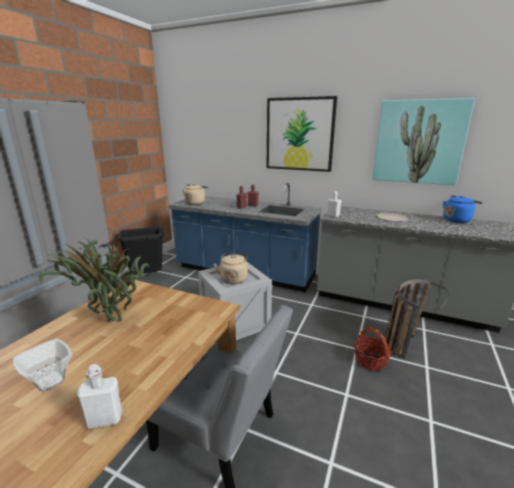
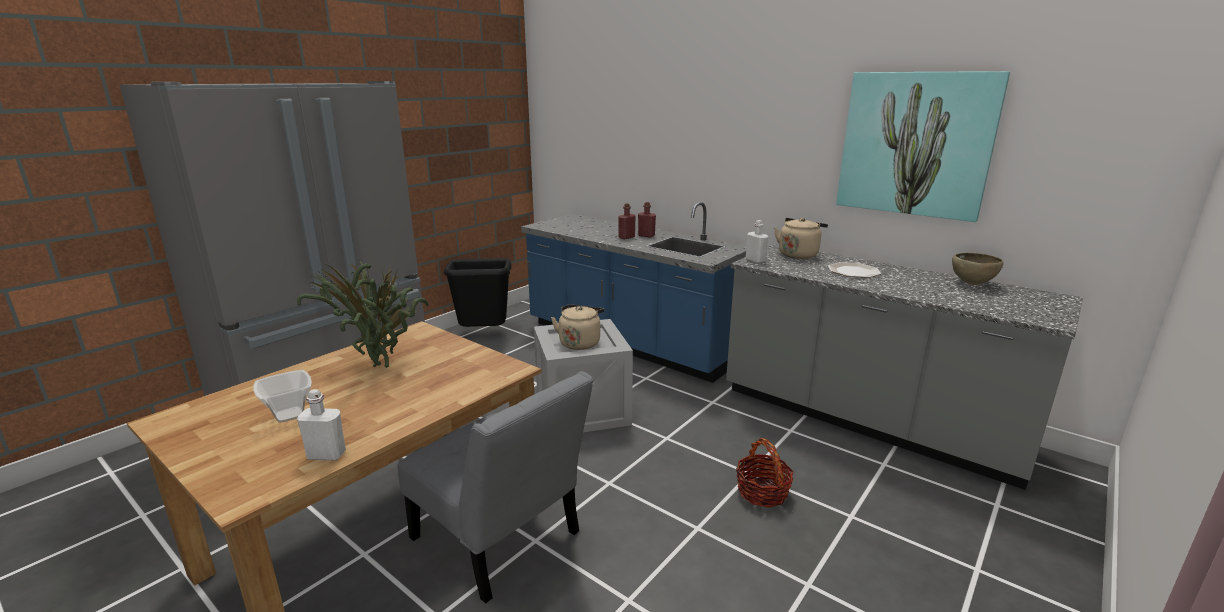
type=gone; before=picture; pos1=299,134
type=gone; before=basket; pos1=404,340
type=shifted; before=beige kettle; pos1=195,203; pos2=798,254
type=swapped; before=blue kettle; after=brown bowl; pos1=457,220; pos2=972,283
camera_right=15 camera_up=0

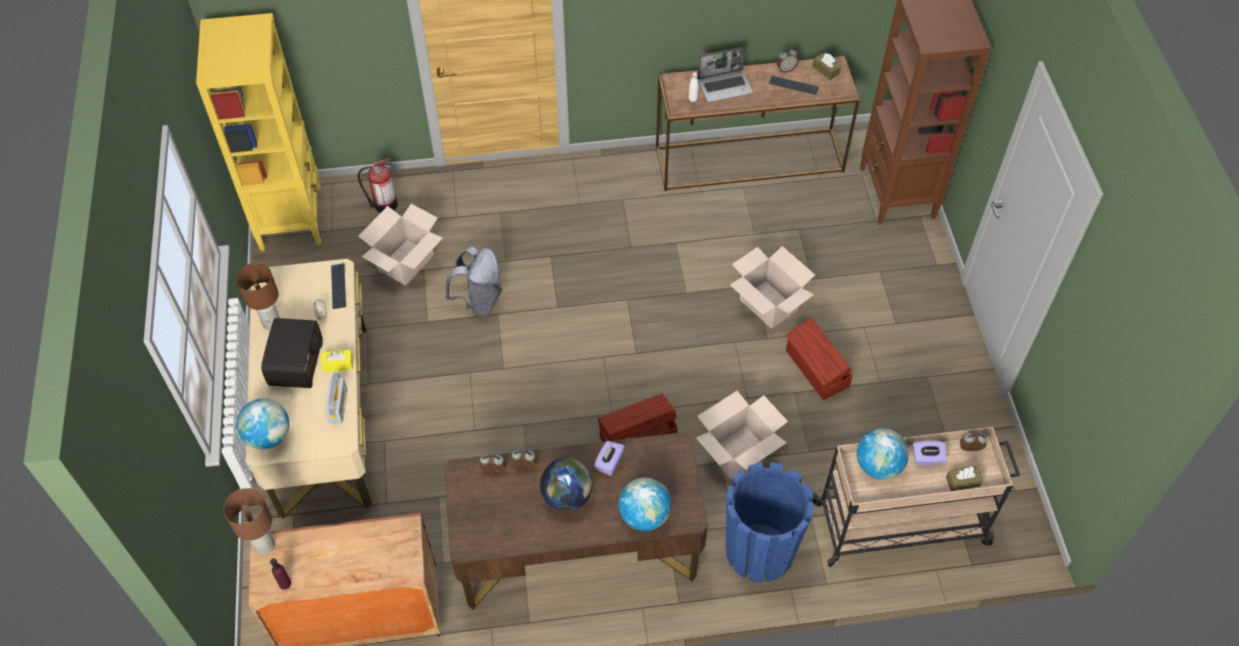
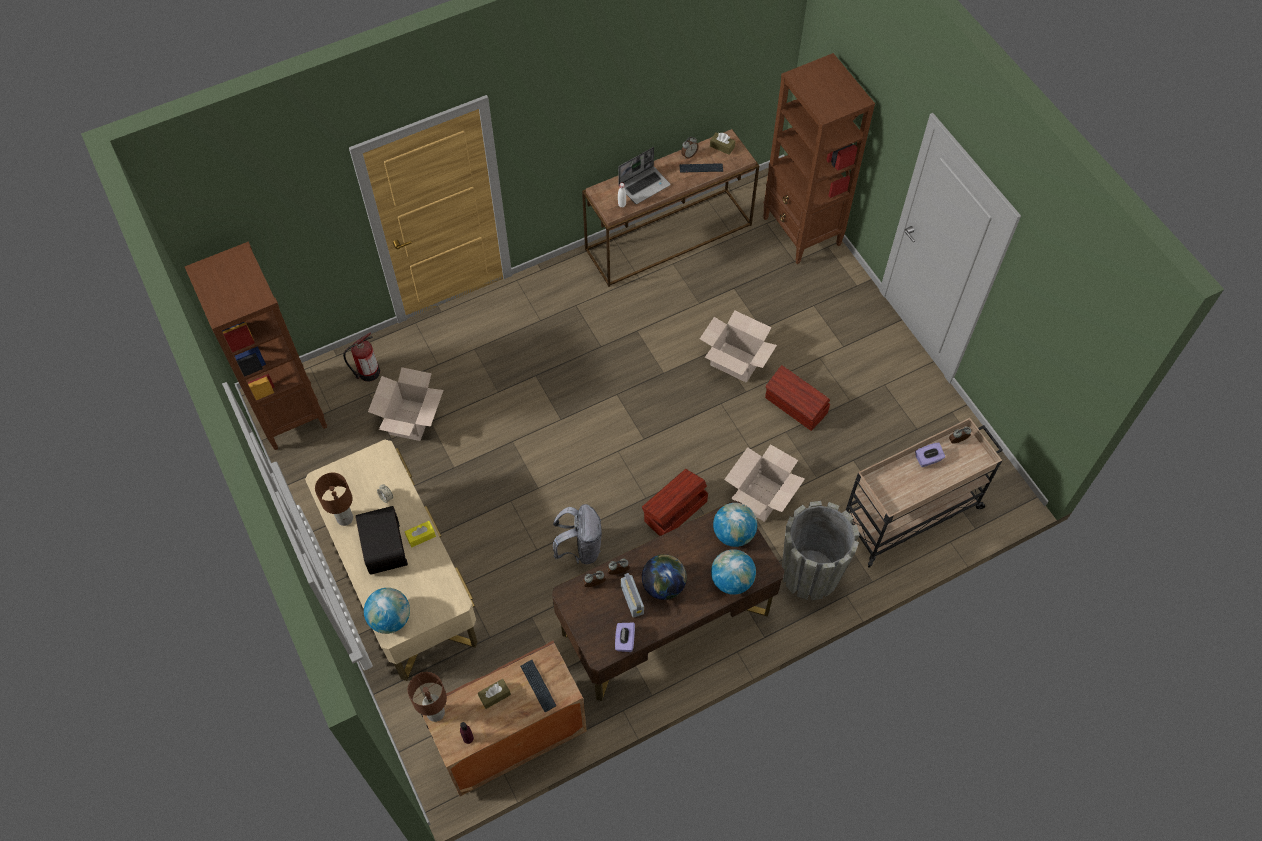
type=shifted; before=radio; pos1=338,406; pos2=632,600
type=shifted; before=keyboard; pos1=338,286; pos2=538,686
type=shifted; before=grey backpack; pos1=479,301; pos2=580,548
type=shifted; before=purple tissue box; pos1=609,463; pos2=624,641
type=shifted; before=globe; pos1=878,466; pos2=733,533
type=shifted; before=brown tissue box; pos1=963,481; pos2=494,695
type=repainted; before=yellow bookcase; after=brown bookcase; pos1=291,218; pos2=288,410
type=repainted; before=blue planter; after=grey planter; pos1=759,551; pos2=810,573
camera_right=-20 camera_up=5

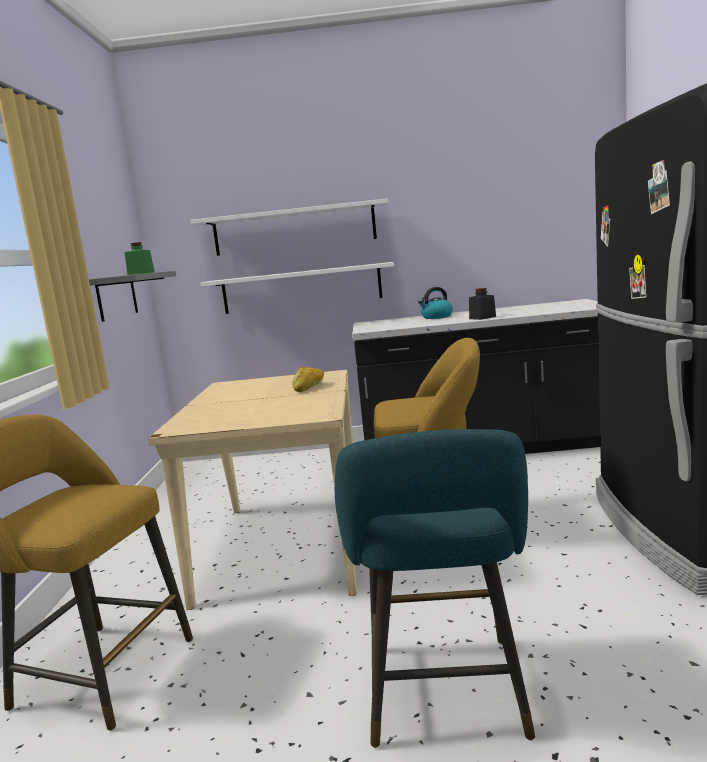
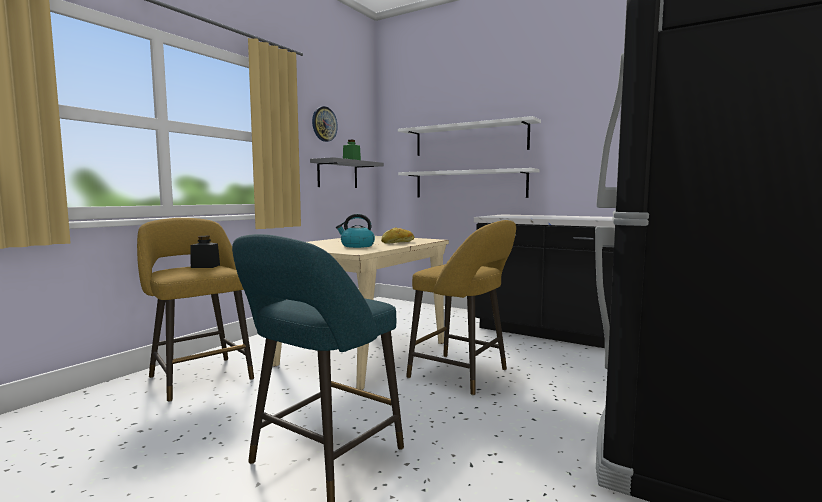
type=new; after=wall clock; pos2=324,124
type=shifted; before=kettle; pos1=436,317; pos2=357,246
type=shifted; before=black jar; pos1=482,318; pos2=205,266
camera_right=30 camera_up=-5

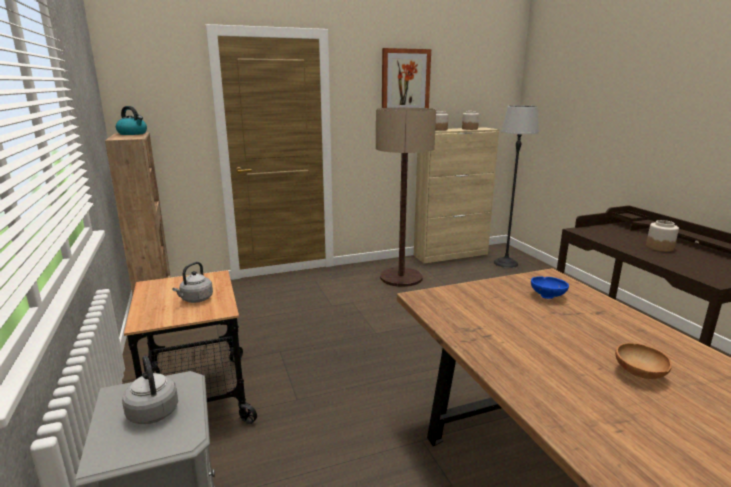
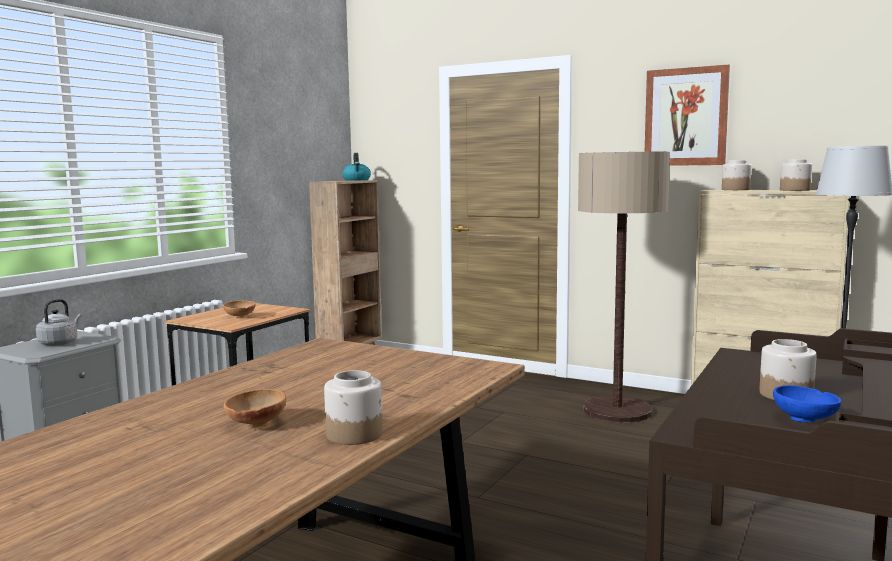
type=new; after=jar; pos2=355,434
type=shifted; before=blue bowl; pos1=548,296; pos2=806,420
type=swapped; before=grey kettle; after=brown bowl; pos1=195,299; pos2=239,317
camera_right=50 camera_up=-10

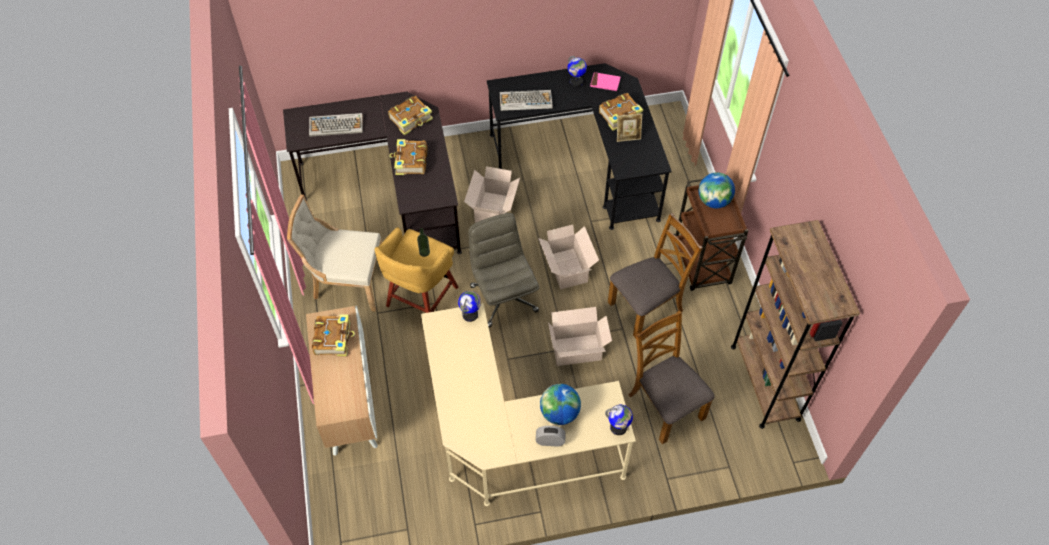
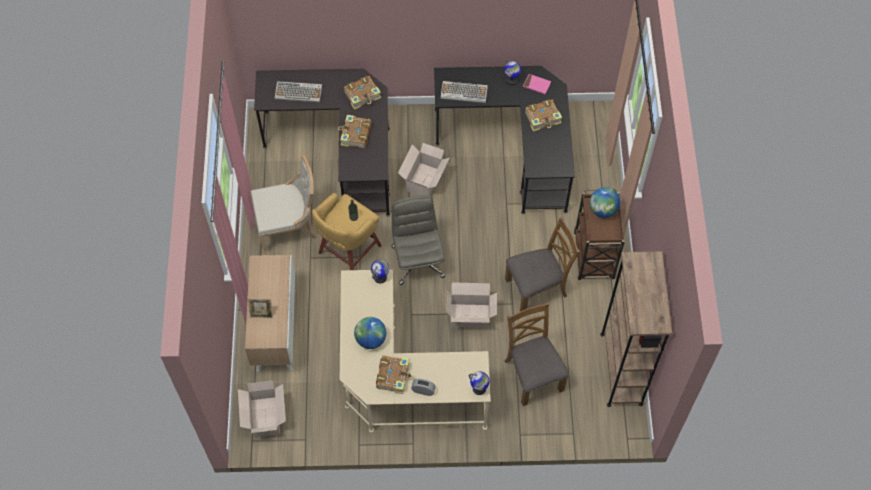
type=shifted; before=book; pos1=333,338; pos2=393,376
type=shifted; before=cardboard box; pos1=567,270; pos2=265,418
type=shifted; before=globe; pos1=559,413; pos2=370,339
type=shifted; before=picture frame; pos1=628,137; pos2=262,313
type=rotated; before=beige chair; pos1=346,283; pos2=289,227; turn=150
camera_right=10 camera_up=5

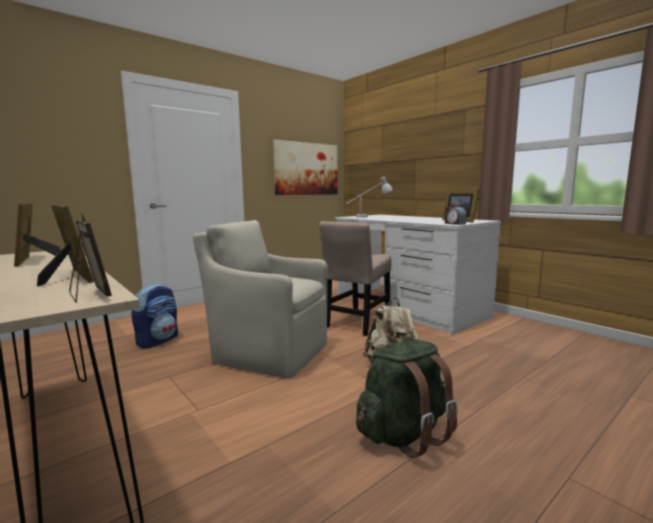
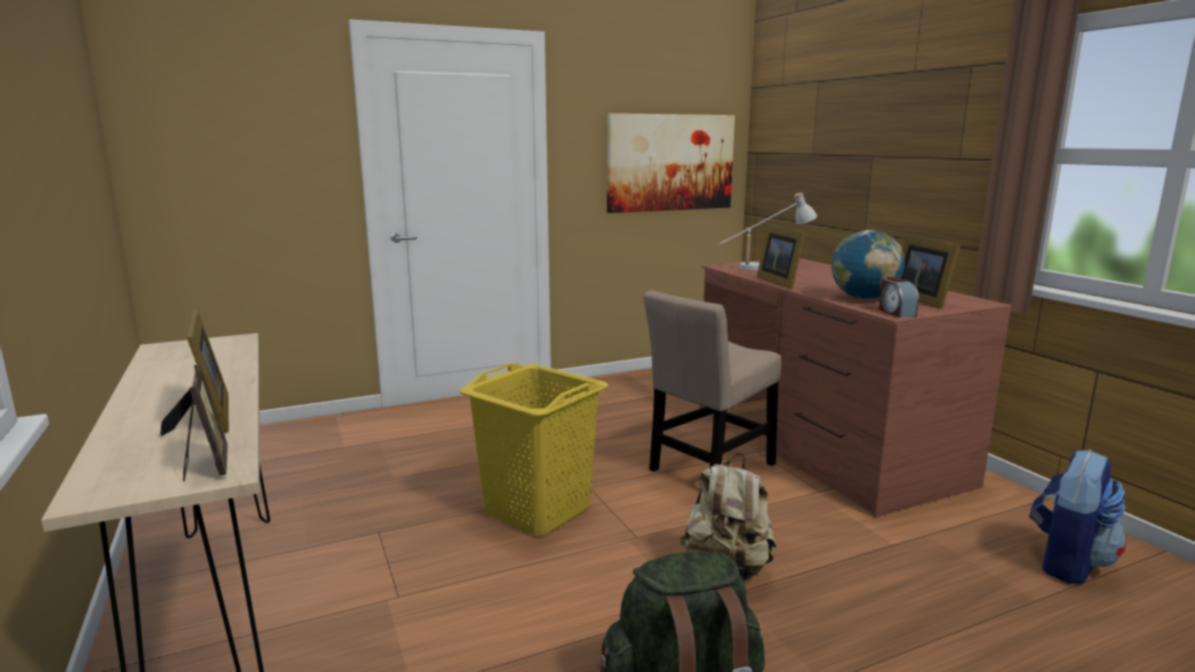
type=new; after=globe; pos2=863,298
type=shifted; before=picture frame; pos1=34,260; pos2=780,282
type=shifted; before=backpack; pos1=158,340; pos2=1067,562
type=swapped; before=beige armchair; after=yellow laundry basket; pos1=269,352; pos2=537,509
type=repainted; before=white desk; after=brown desk; pos1=408,307; pos2=822,444
camera_right=15 camera_up=5

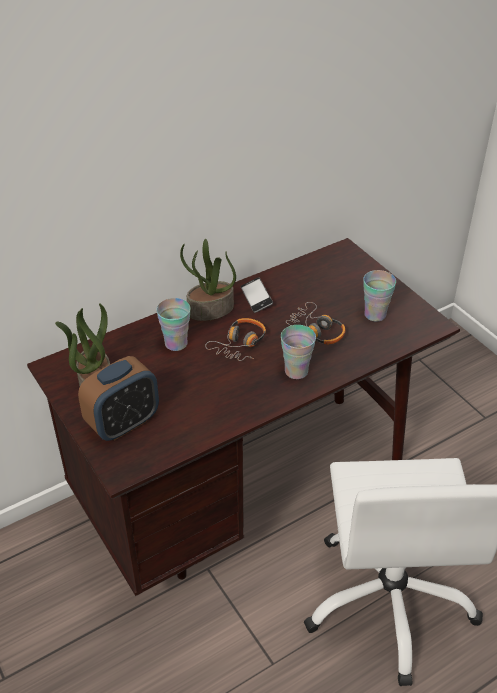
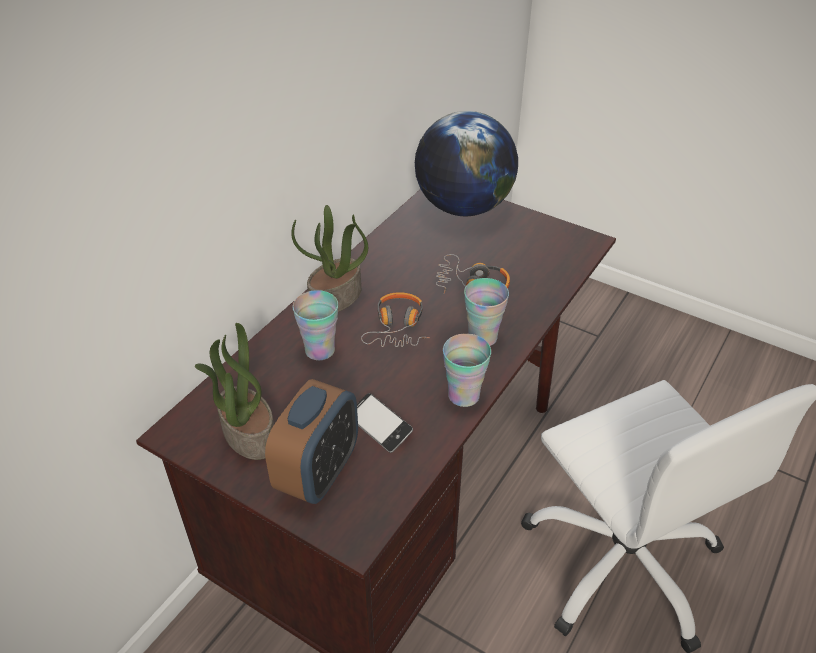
type=new; after=globe; pos2=463,207
type=shifted; before=phone; pos1=256,298; pos2=379,426
type=shifted; before=cup; pos1=375,314; pos2=463,395
camera_right=-25 camera_up=0

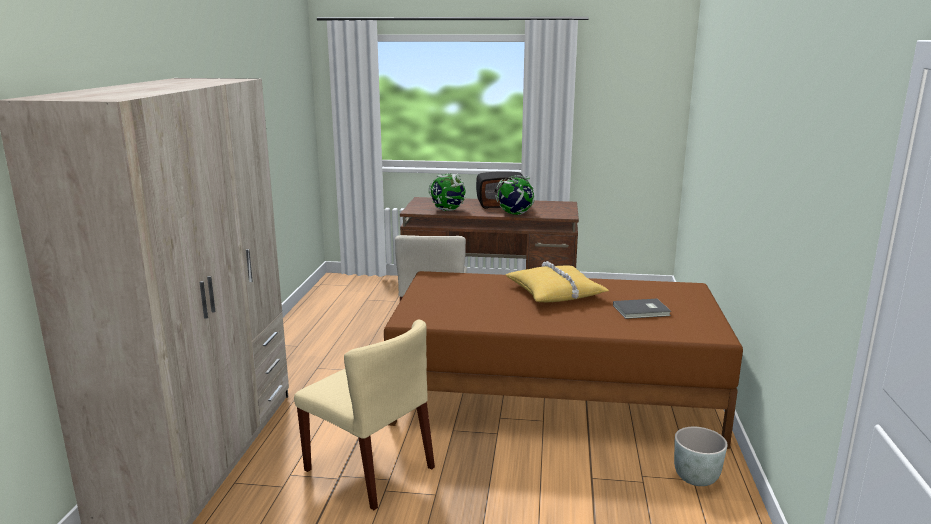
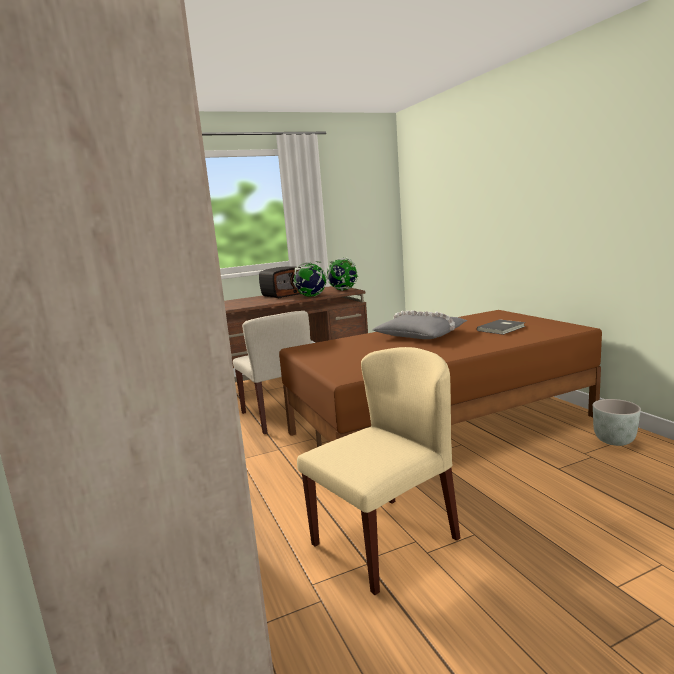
type=shifted; before=globe; pos1=447,210; pos2=343,290
type=repainted; before=yellow pillow; after=grey pillow; pos1=555,292; pos2=421,334
type=rotated; before=beige chair; pos1=370,469; pos2=385,540; turn=-45
camera_right=-30 camera_up=-5

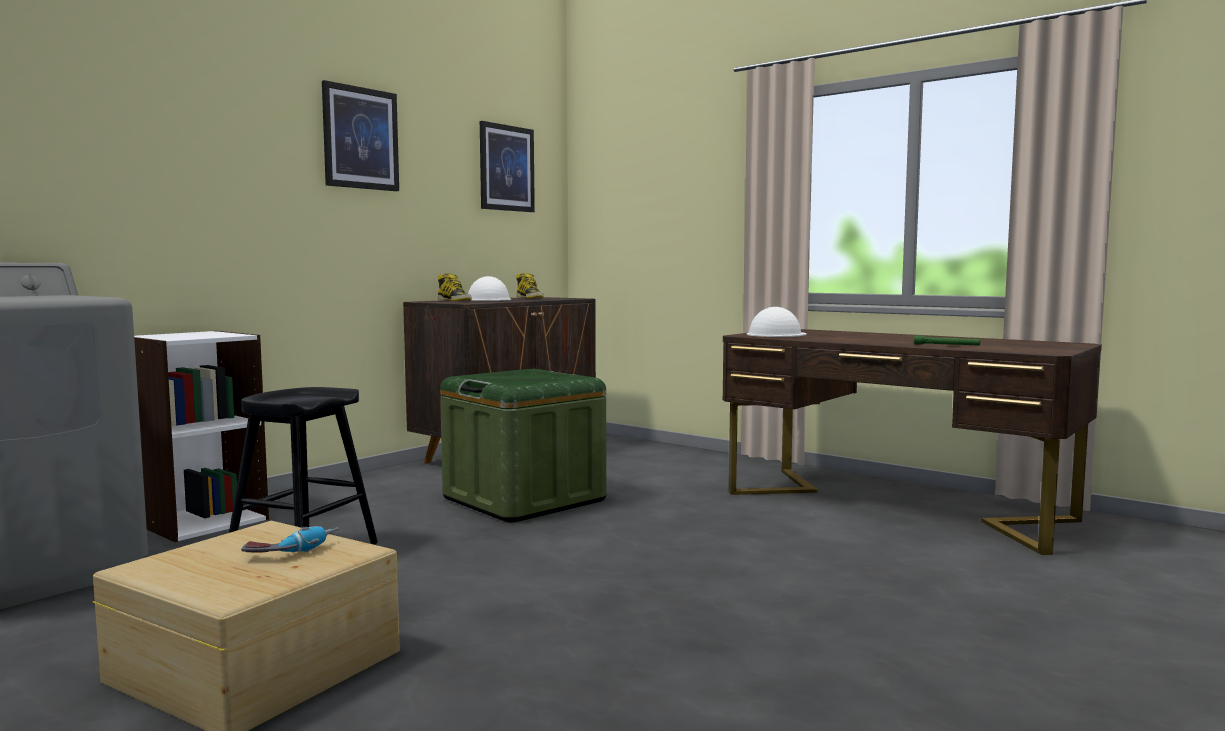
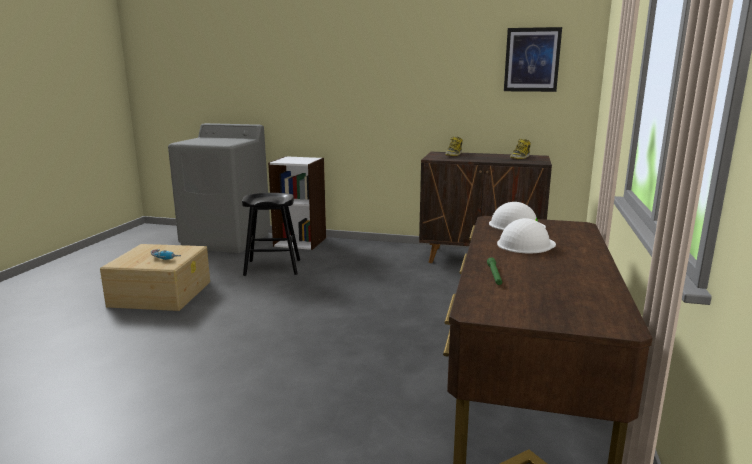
type=gone; before=picture; pos1=360,138
type=gone; before=green storage box; pos1=524,499
type=shifted; before=white hard hat; pos1=488,299; pos2=525,244
camera_right=65 camera_up=10

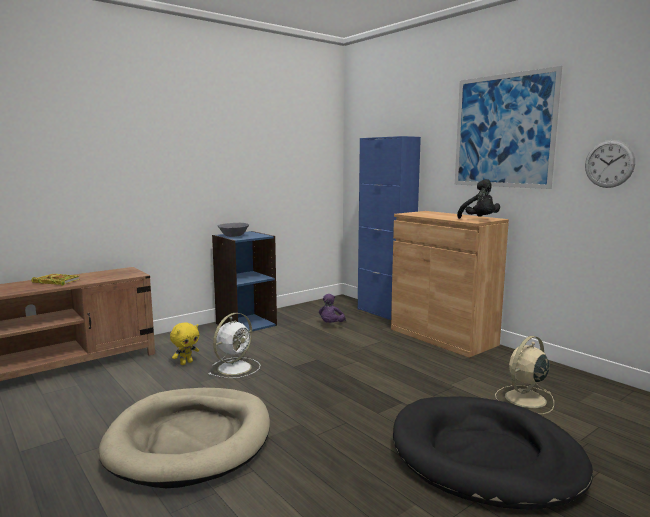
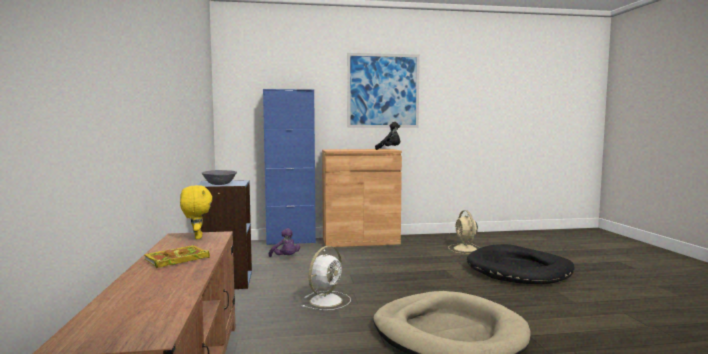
type=gone; before=wall clock; pos1=609,164
type=shifted; before=yellow plush toy; pos1=186,363; pos2=197,237
type=rotated; before=white fan; pos1=235,367; pos2=327,300; turn=60
camera_right=-60 camera_up=-5

